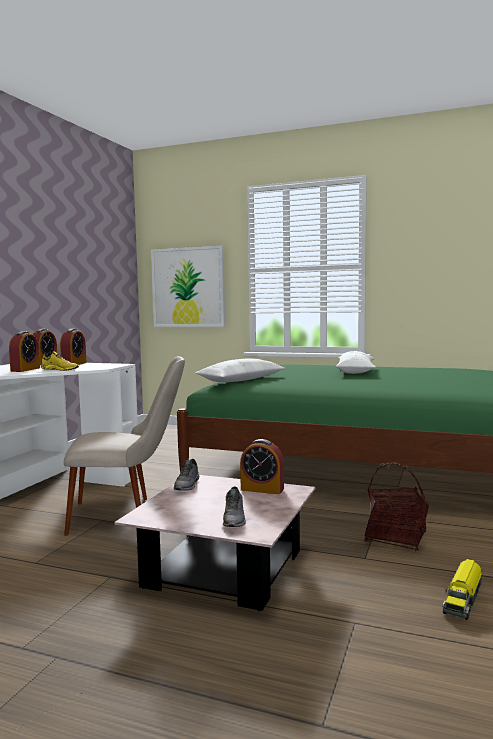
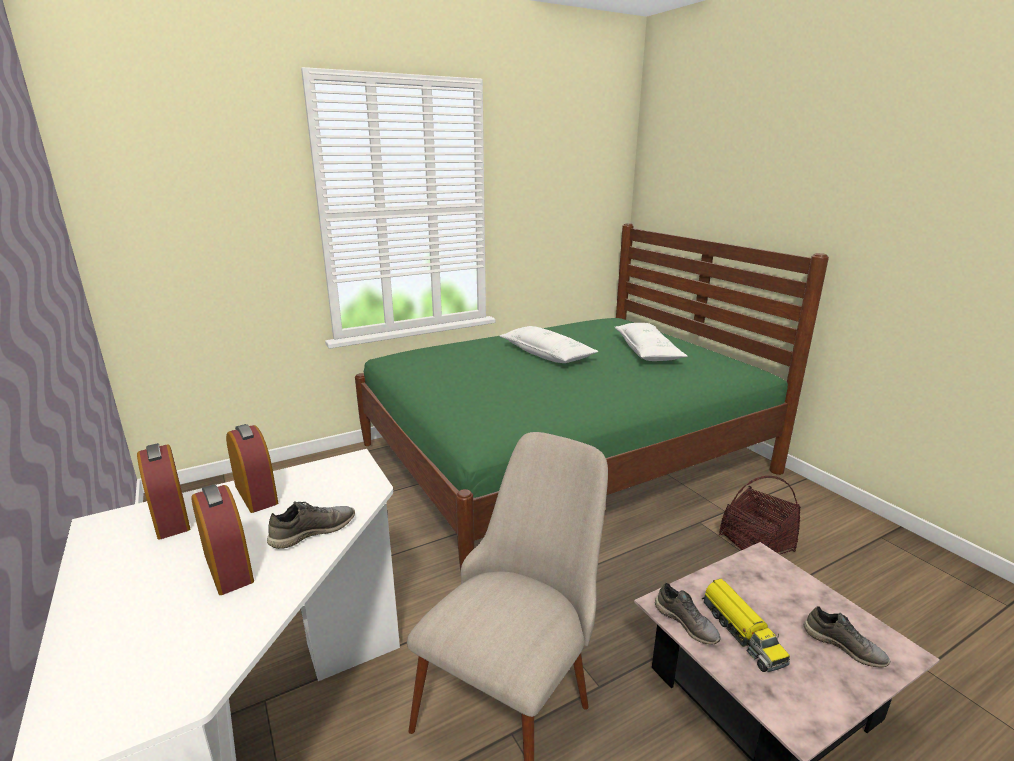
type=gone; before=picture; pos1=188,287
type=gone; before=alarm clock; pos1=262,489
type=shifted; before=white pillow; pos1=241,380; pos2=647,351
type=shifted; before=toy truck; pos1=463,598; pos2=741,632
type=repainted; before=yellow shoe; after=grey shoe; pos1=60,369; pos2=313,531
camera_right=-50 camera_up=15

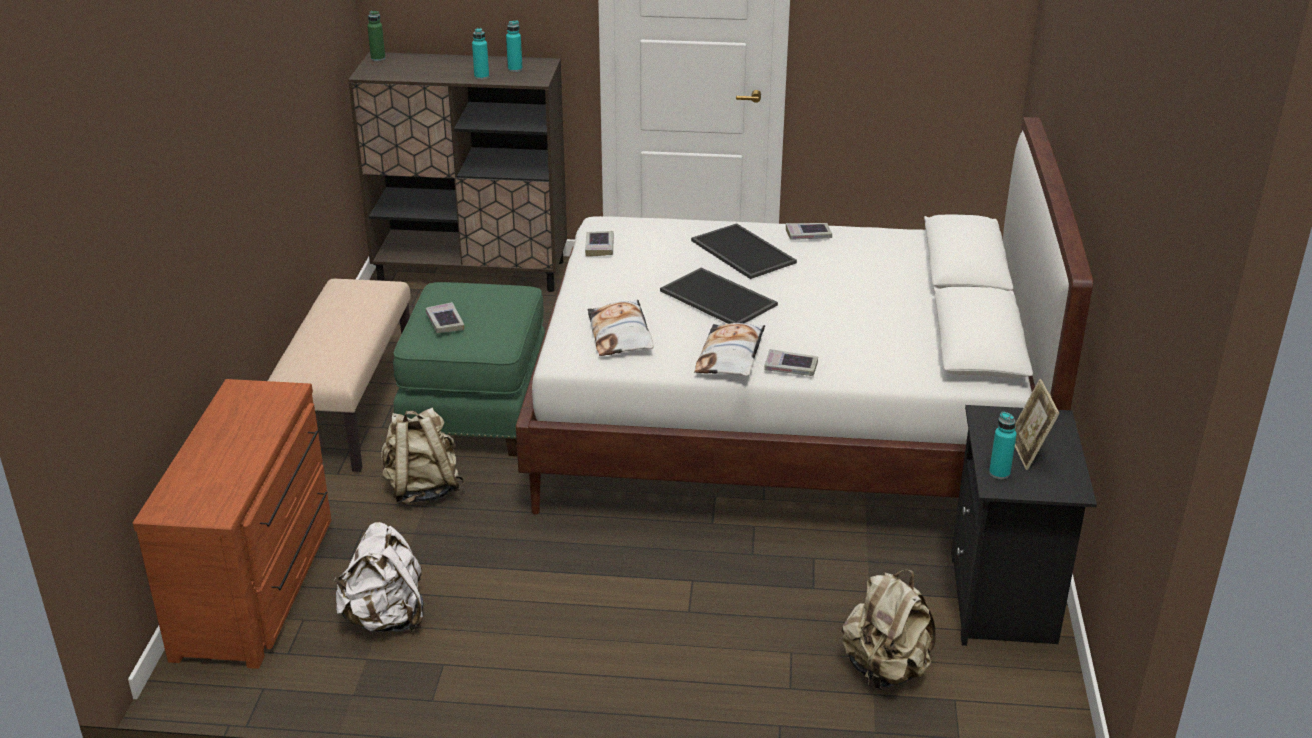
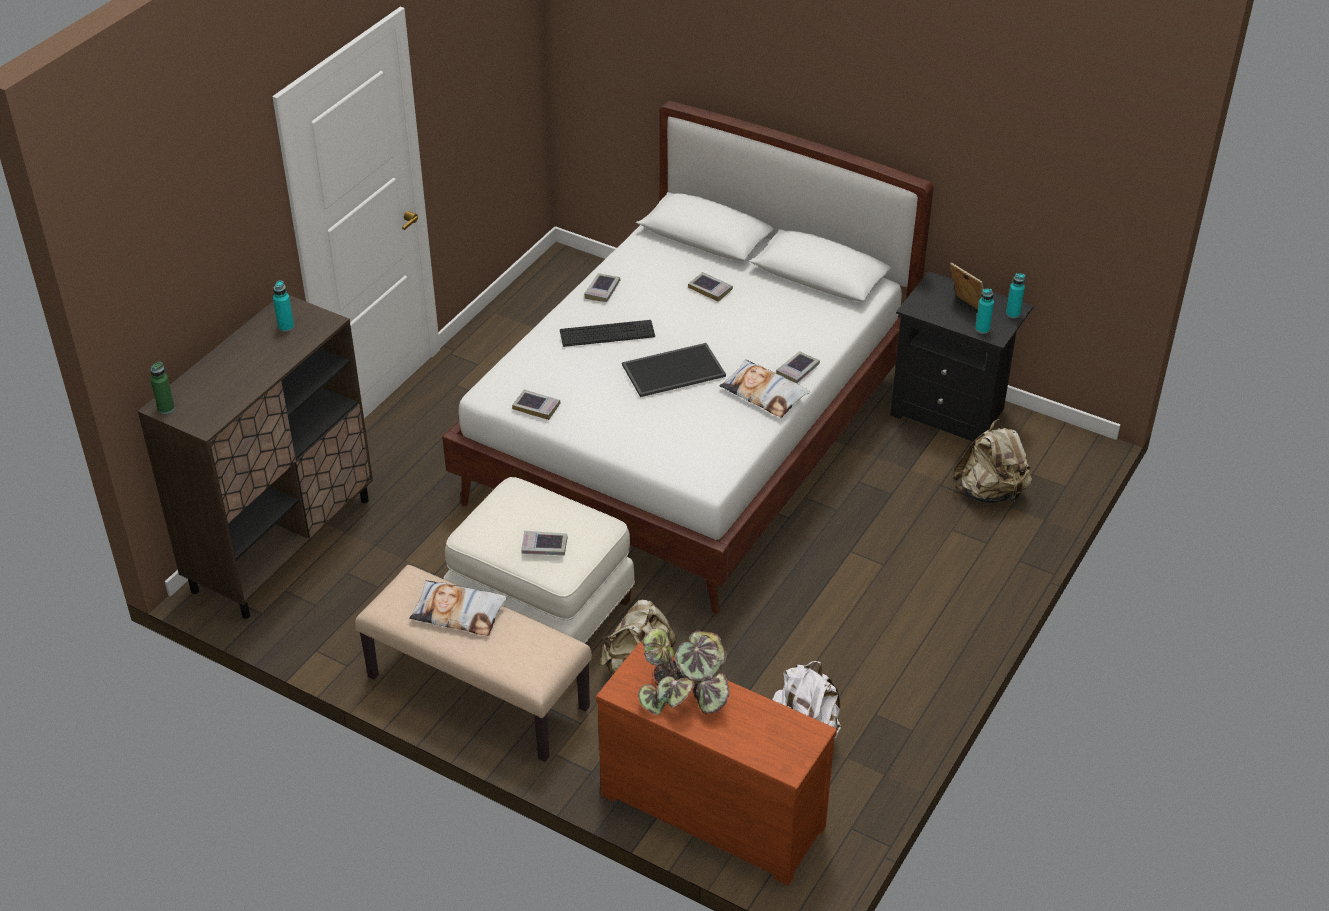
type=new; after=potted plant; pos2=685,695
type=new; after=book; pos2=710,289
type=shifted; before=turquoise bottle; pos1=481,77; pos2=1013,314
type=shifted; before=pillow; pos1=621,335; pos2=458,612
type=swapped; before=tray; after=keyboard; pos1=741,251; pos2=607,333
type=repainted; before=green ottoman; after=white ottoman; pos1=477,411; pos2=542,606
type=rotated; before=picture frame; pos1=1028,452; pos2=966,308; turn=-150
camera_right=-65 camera_up=10

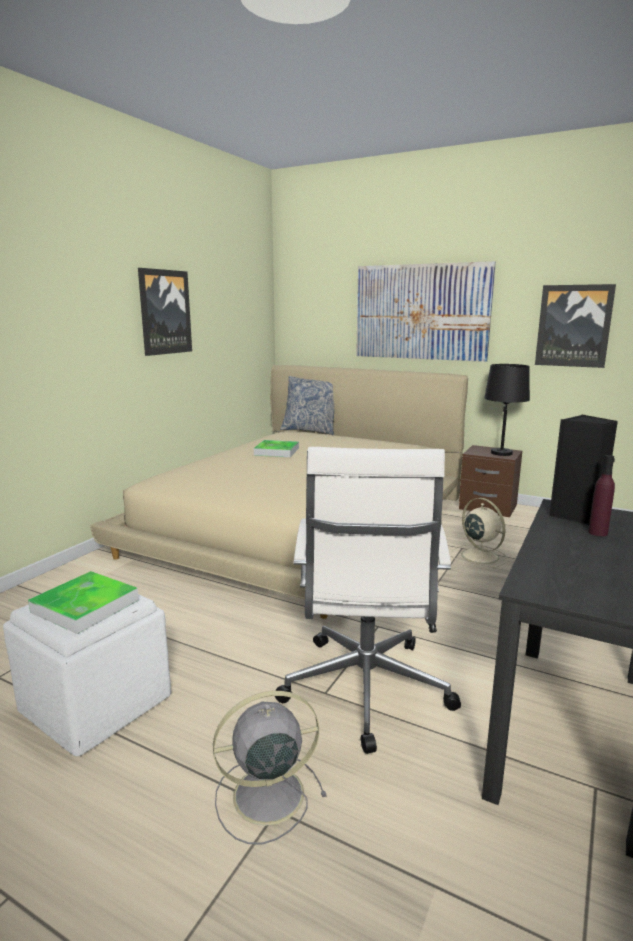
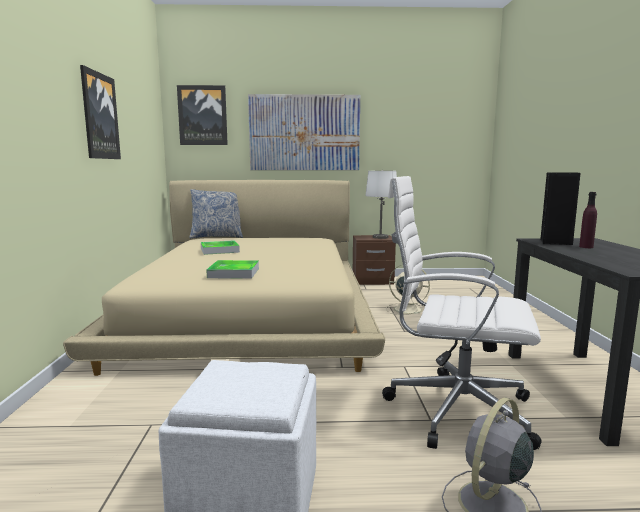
type=shifted; before=tray; pos1=85,606; pos2=234,273
type=shifted; before=picture; pos1=573,326; pos2=202,115
type=repainted; before=black table lamp; after=white table lamp; pos1=501,453; pos2=380,237
type=rotated; before=white office chair; pos1=365,691; pos2=454,409; turn=135
camera_right=-30 camera_up=-5

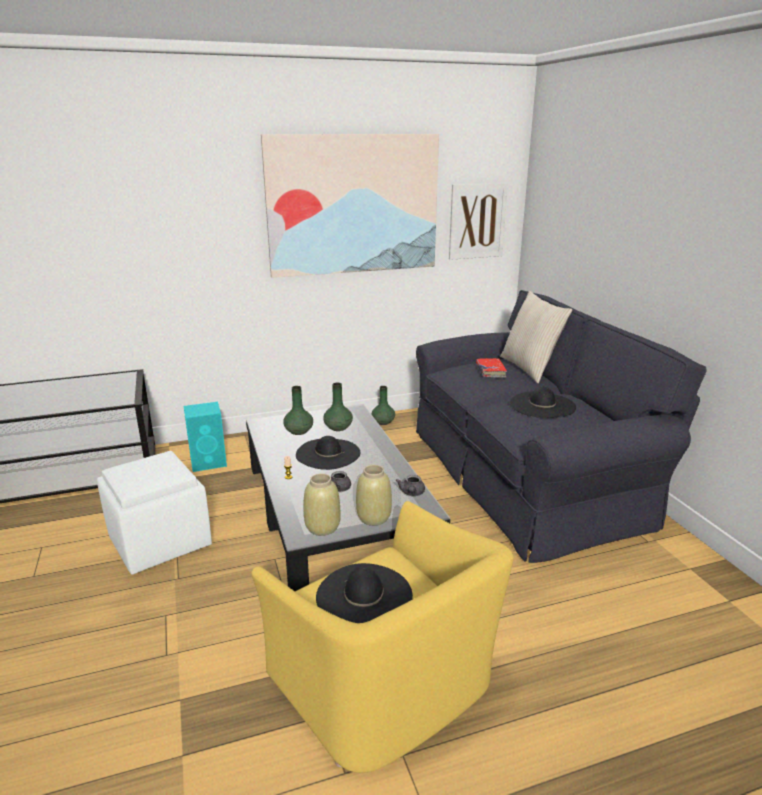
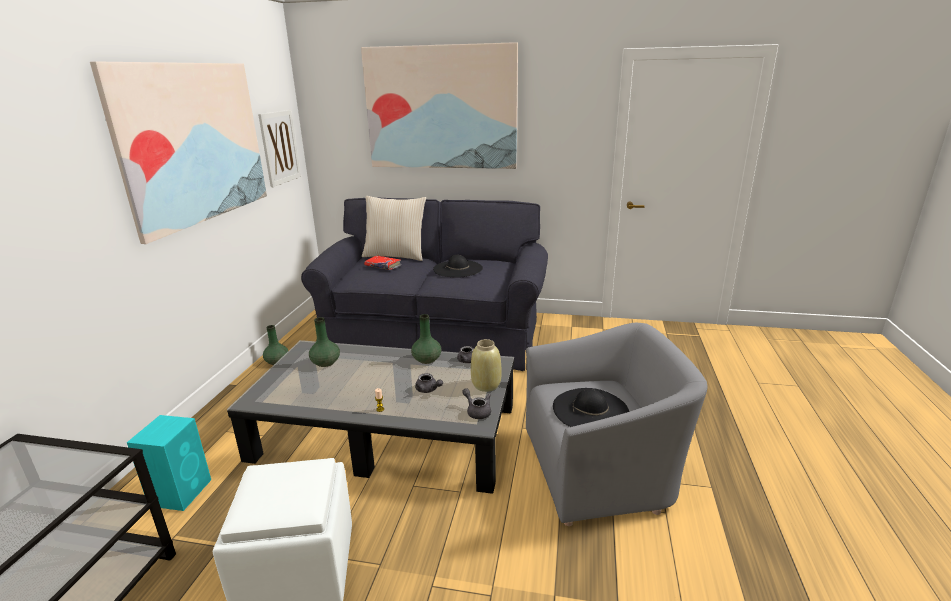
type=gone; before=black hat; pos1=328,453
type=new; after=picture; pos2=441,108
type=shifted; before=green vase; pos1=299,431; pos2=426,359
type=swapped; before=beige vase; after=grey teapot; pos1=322,527; pos2=477,411
type=repainted; before=yellow armchair; after=grey armchair; pos1=386,686; pos2=600,469
camera_right=-60 camera_up=0

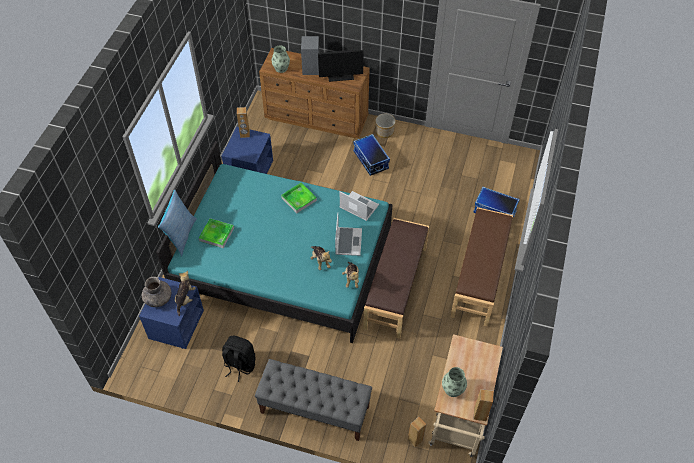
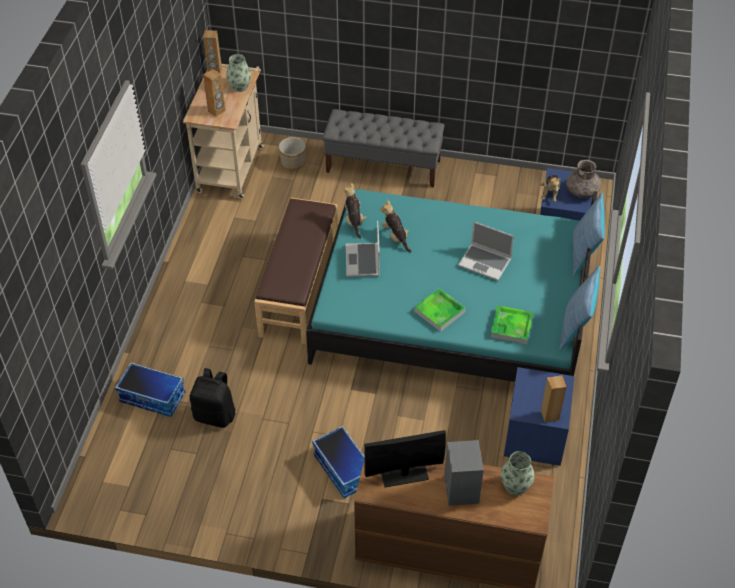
type=gone; before=brown bench; pos1=480,276
type=new; after=pillow; pos2=576,328
type=shifted; before=tray; pos1=216,234; pos2=511,326
type=shifted; before=black backpack; pos1=239,365; pos2=215,415
type=shifted; before=laptop; pos1=358,207; pos2=485,262
type=shifted; before=planter; pos1=384,132; pos2=293,163
type=shifted; before=brown speaker; pos1=415,440; pos2=217,111
camera_right=175 camera_up=-5

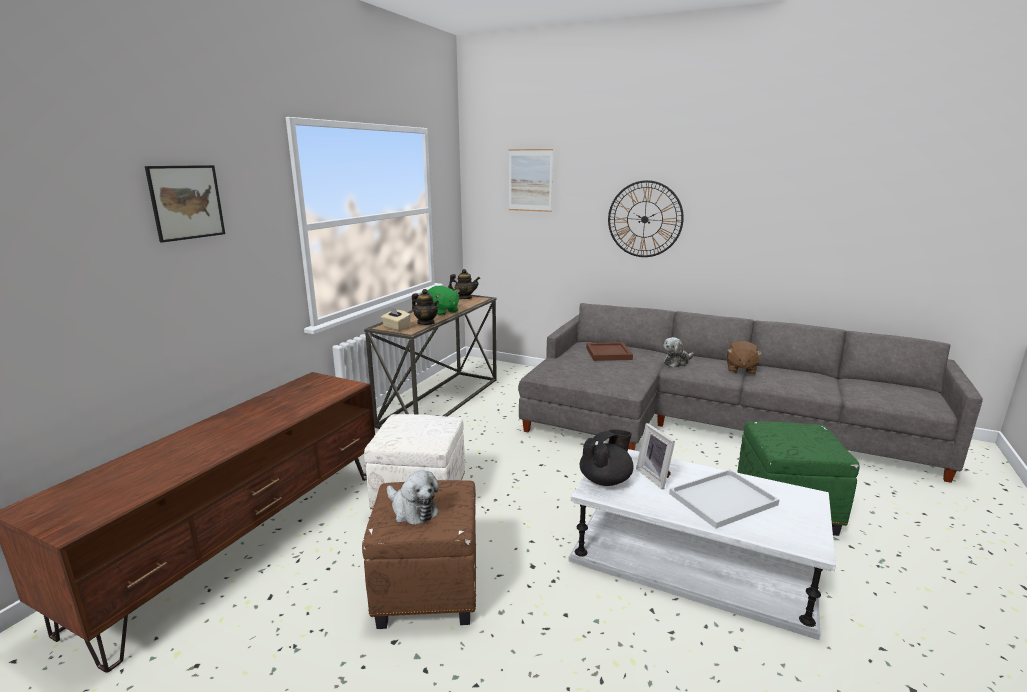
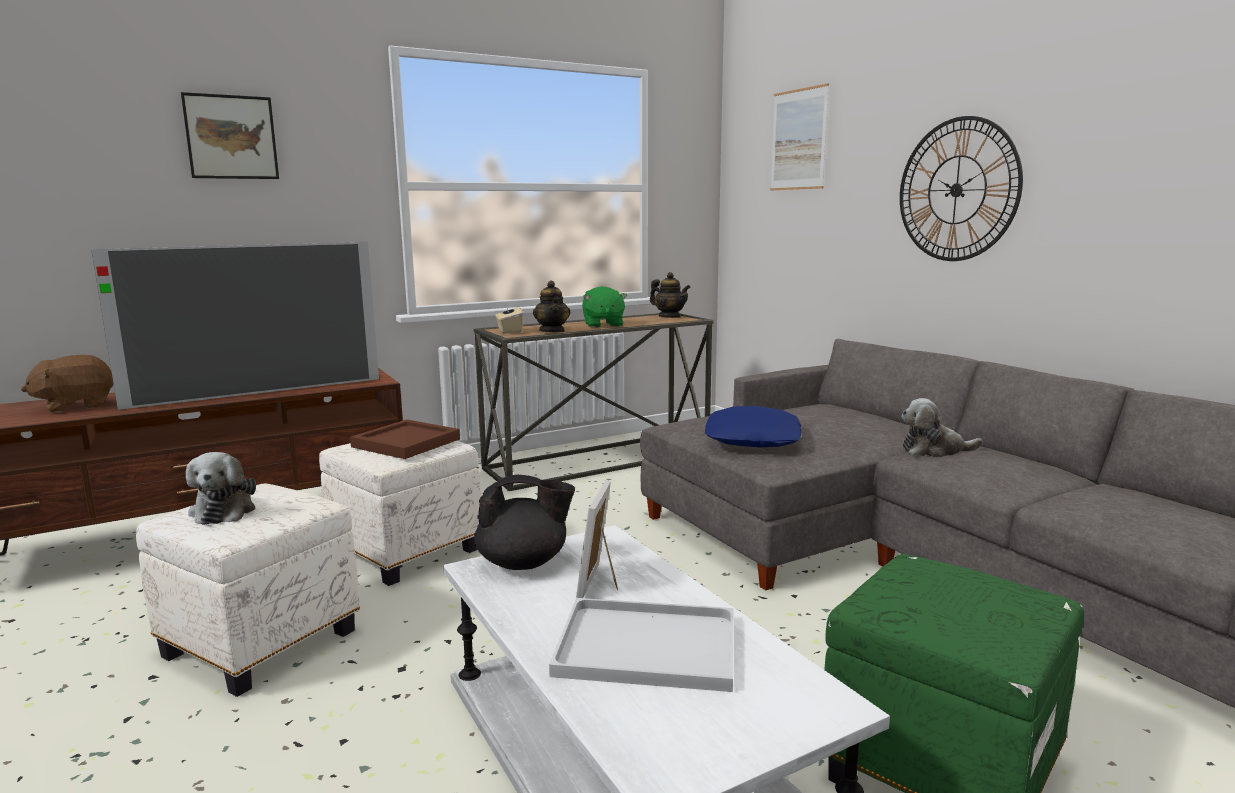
type=new; after=television; pos2=258,393
type=new; after=blue pillow; pos2=753,439
type=shifted; before=brown tray; pos1=609,353; pos2=408,443
type=shifted; before=brown plush toy; pos1=740,369; pos2=76,406
type=repainted; before=brown ottoman; after=white ottoman; pos1=426,589; pos2=262,642
camera_right=35 camera_up=-5

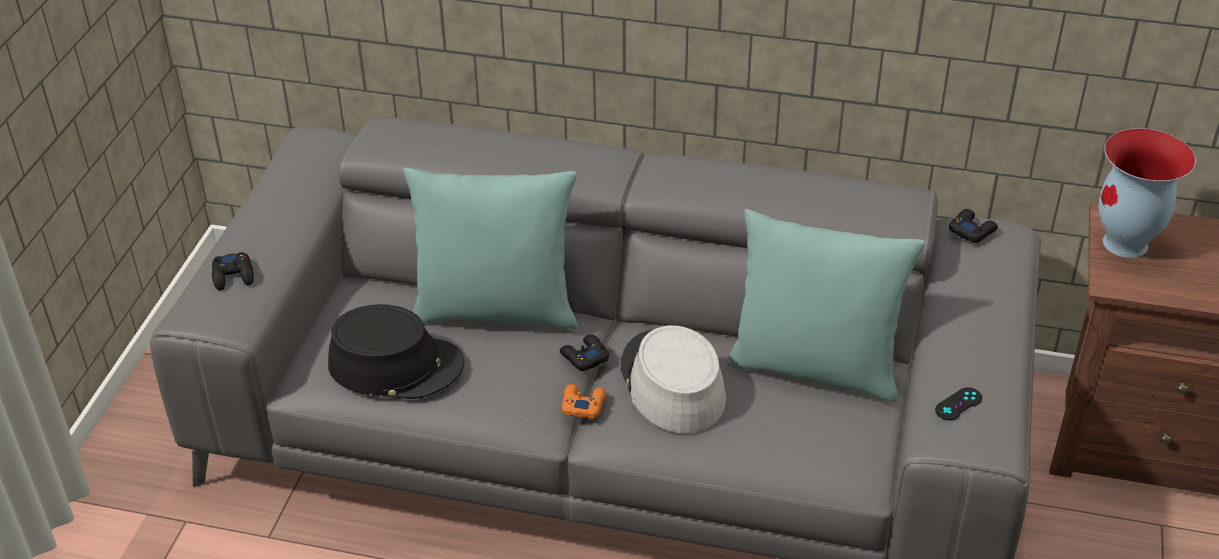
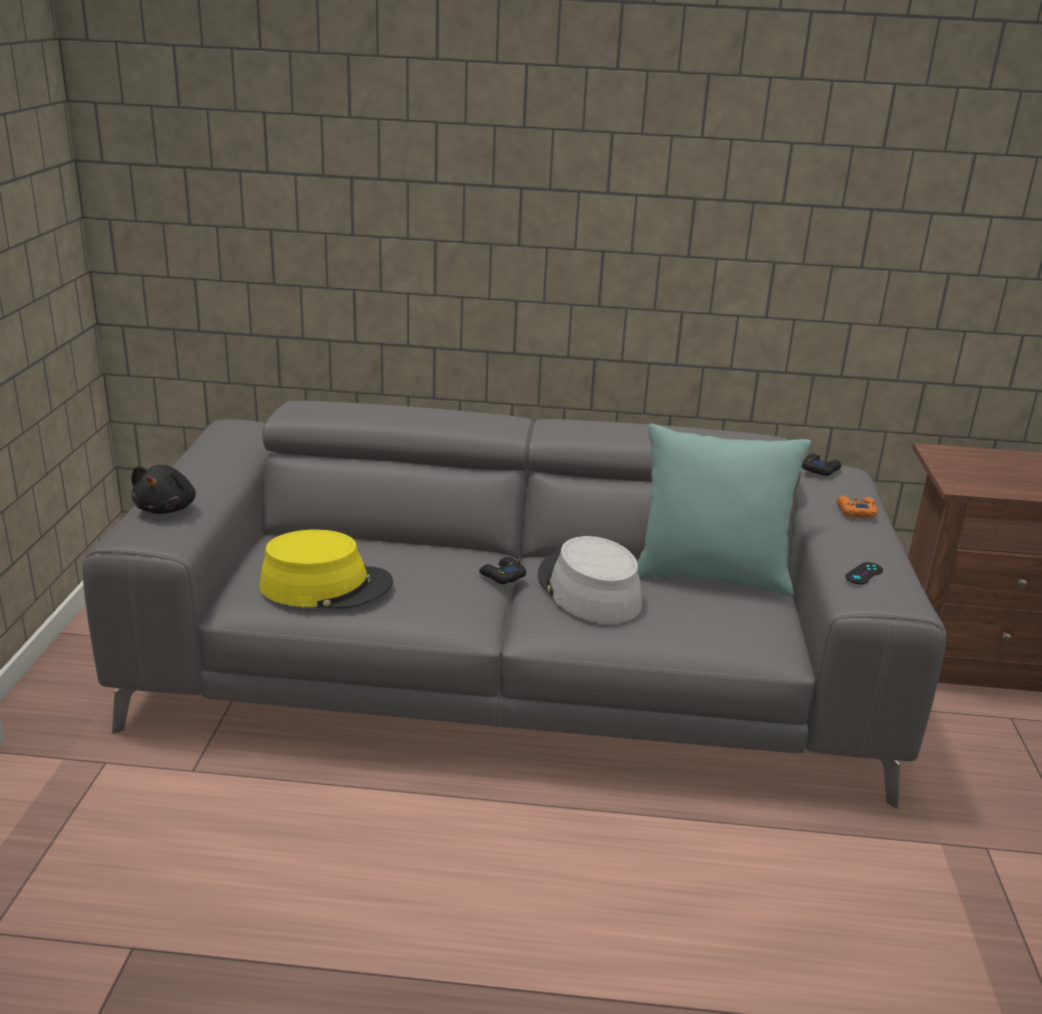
type=gone; before=turquoise pillow; pos1=496,309
type=gone; before=vase; pos1=1126,244
type=shifted; before=orange game controller; pos1=583,405; pos2=855,511
type=swapped; before=black game controller; after=black plush toy; pos1=233,276; pos2=167,508
type=repainted; before=black hat; after=yellow hat; pos1=396,365; pos2=326,586
camera_right=-10 camera_up=-15

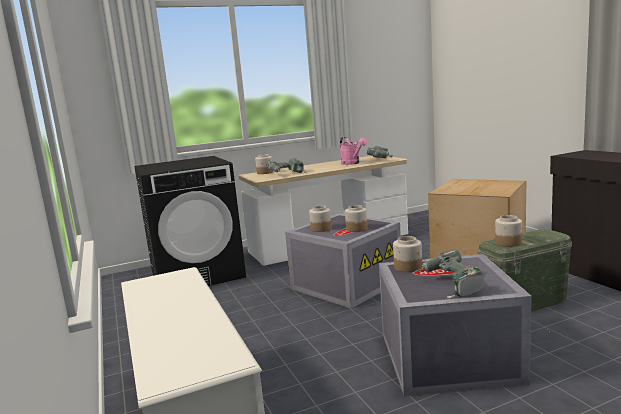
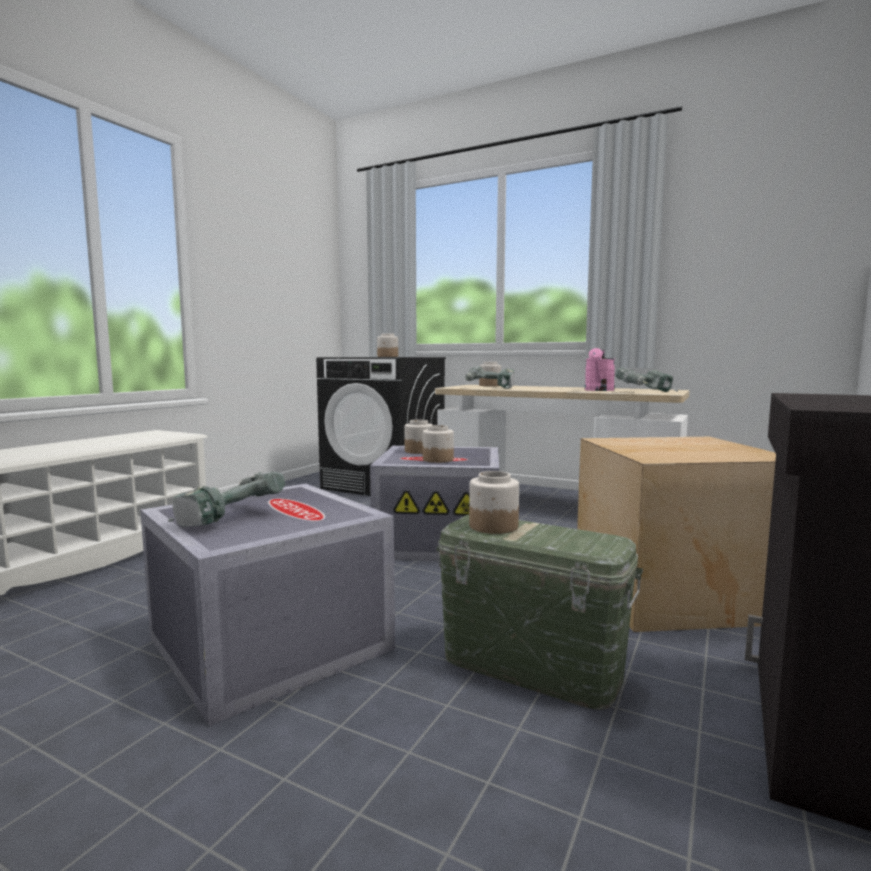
type=shifted; before=jar; pos1=408,267; pos2=388,356
camera_right=50 camera_up=-5

